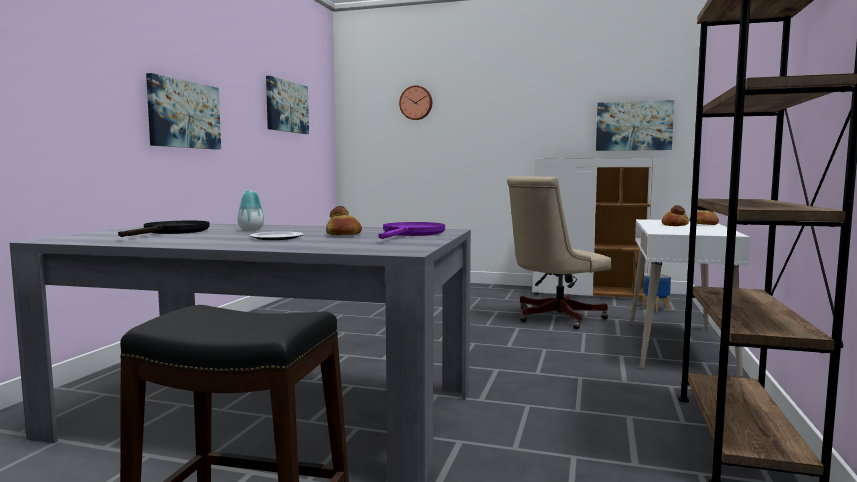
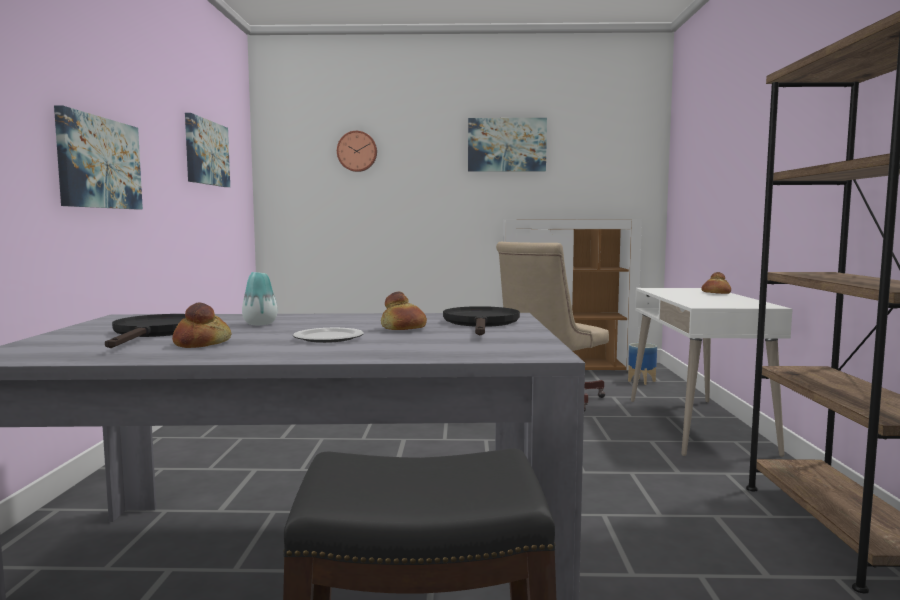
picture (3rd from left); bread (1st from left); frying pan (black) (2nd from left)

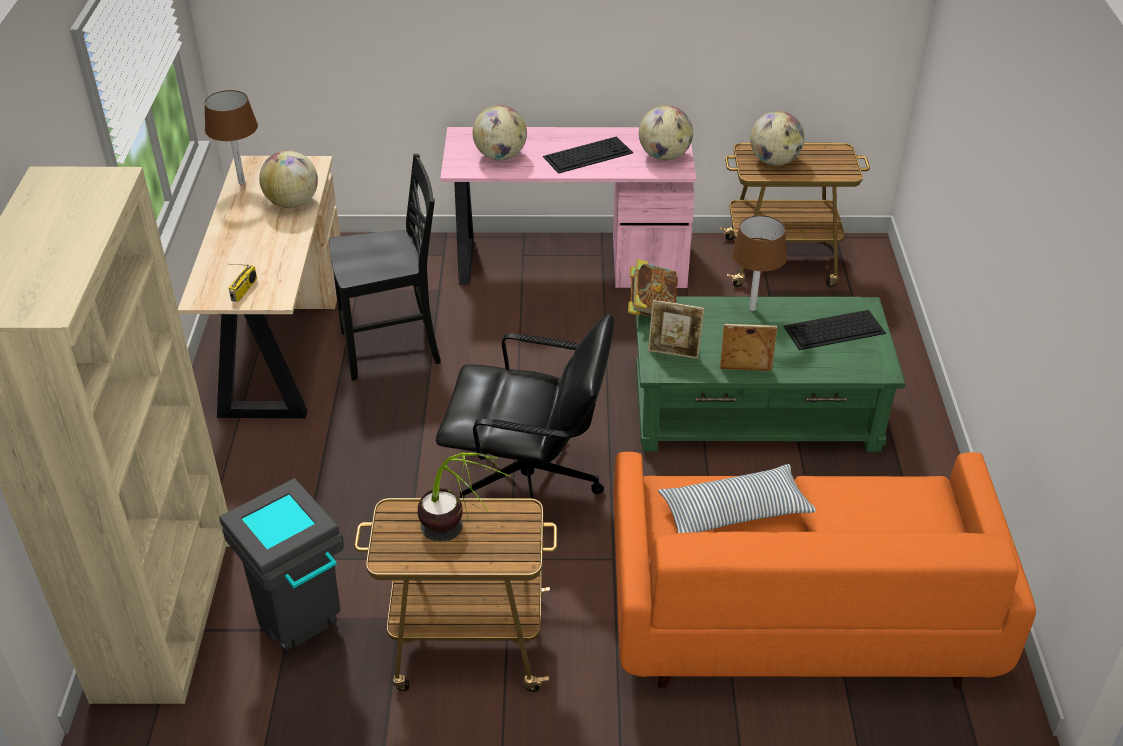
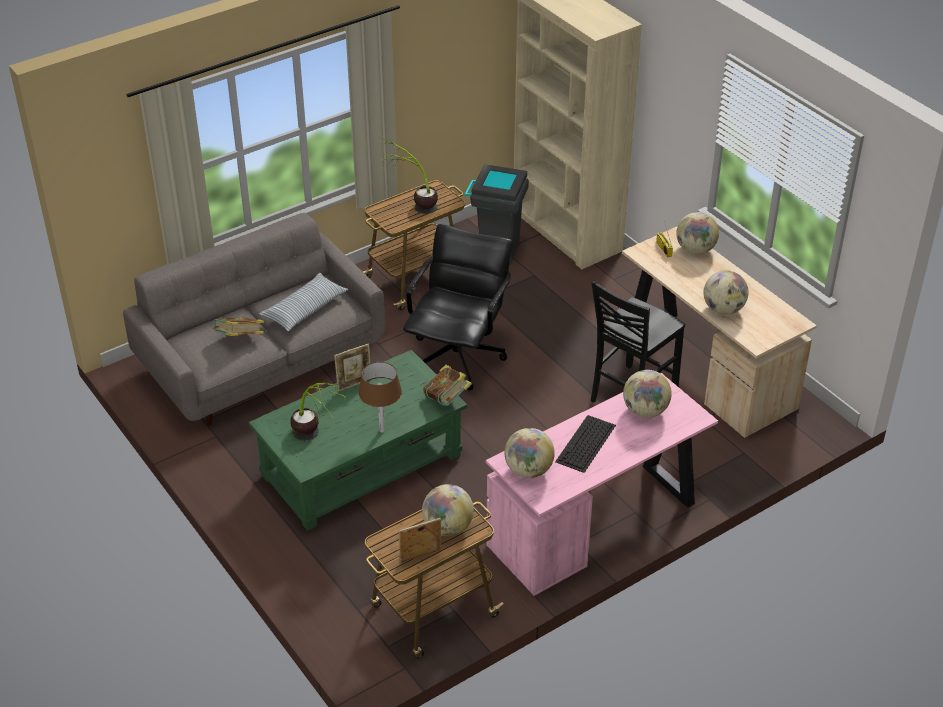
table lamp (brown) (1st from left in the first image); picture frame (2nd from left); potted plant (1st from left); office chair (black); sofa (grey); globe (4th from left); book (1st from left)

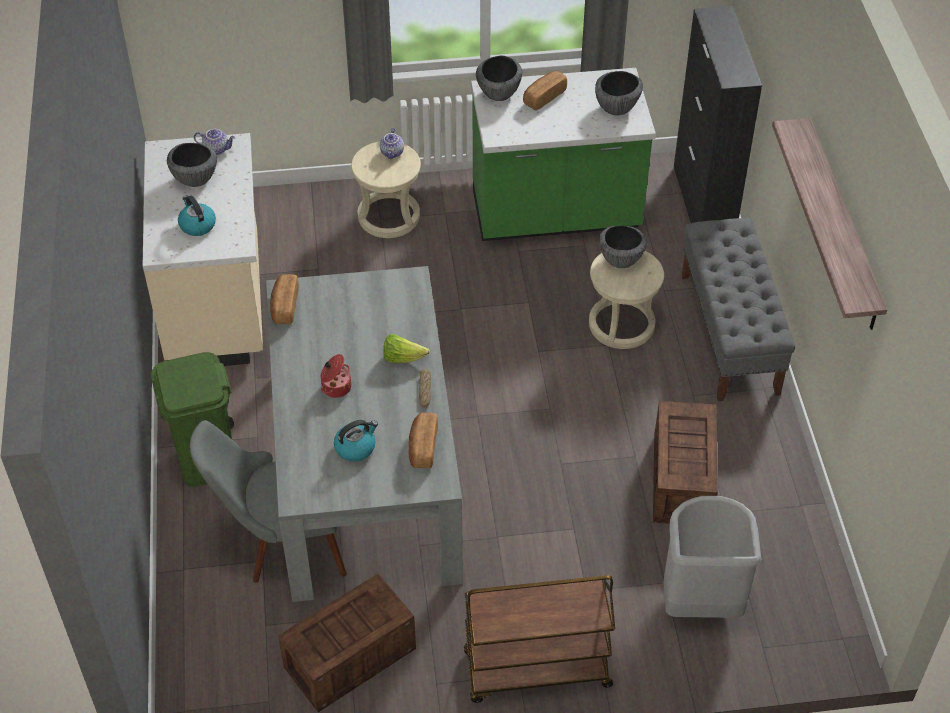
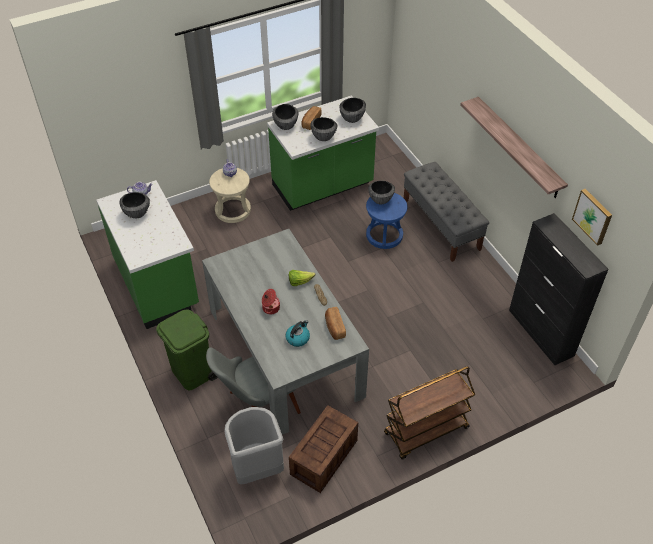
cabinet (black); counter (green) (1st from left); kettle (1st from left in the first image); stool (blue); bread (1st from left in the first image); crate (2nd from left in the first image); trash can (grey); bowl (3rd from left); picture

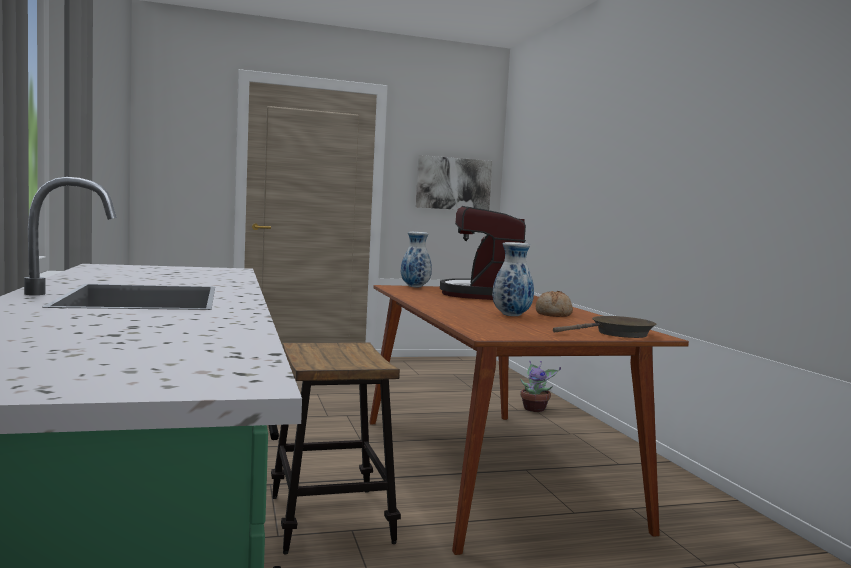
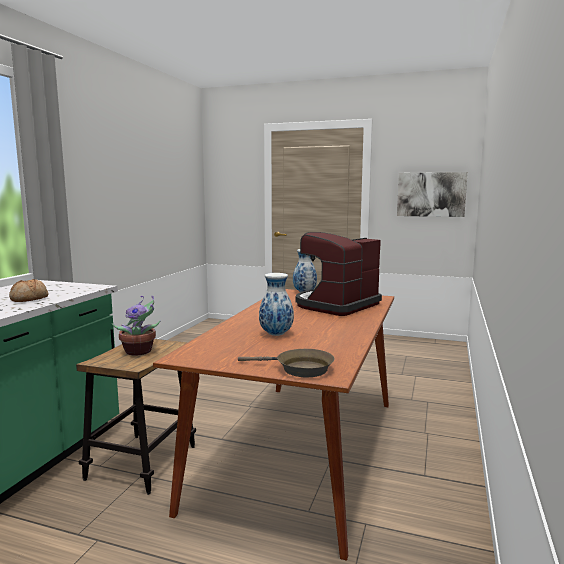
bread; potted plant

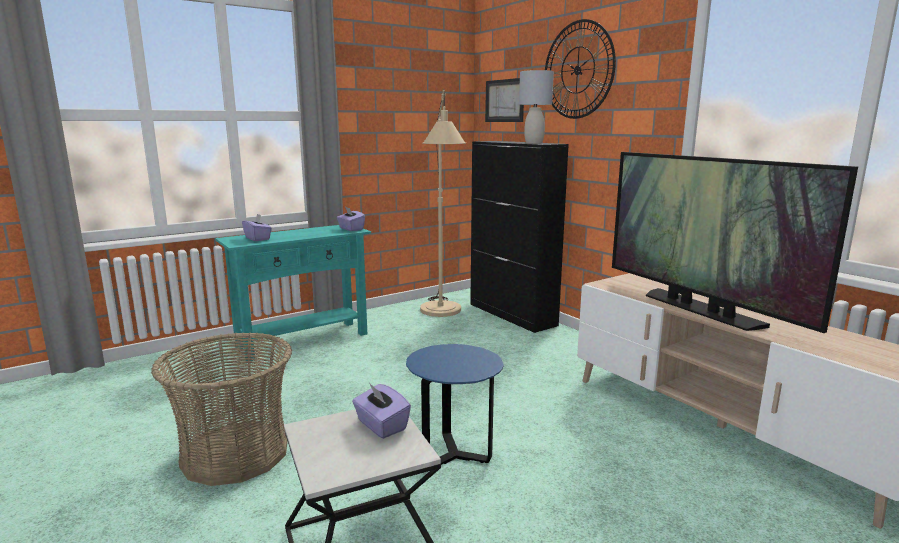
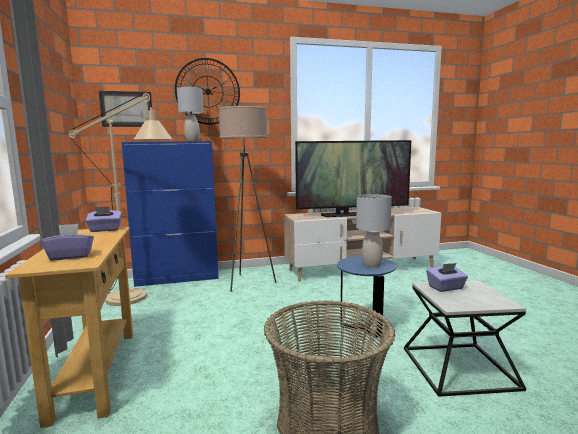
cabinet (blue); console table (beige); floor lamp (beige) (2nd from left); table lamp (grey) (2nd from left)

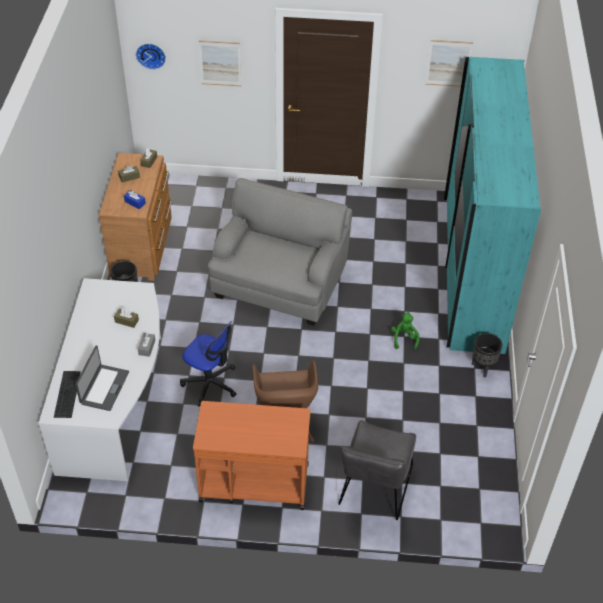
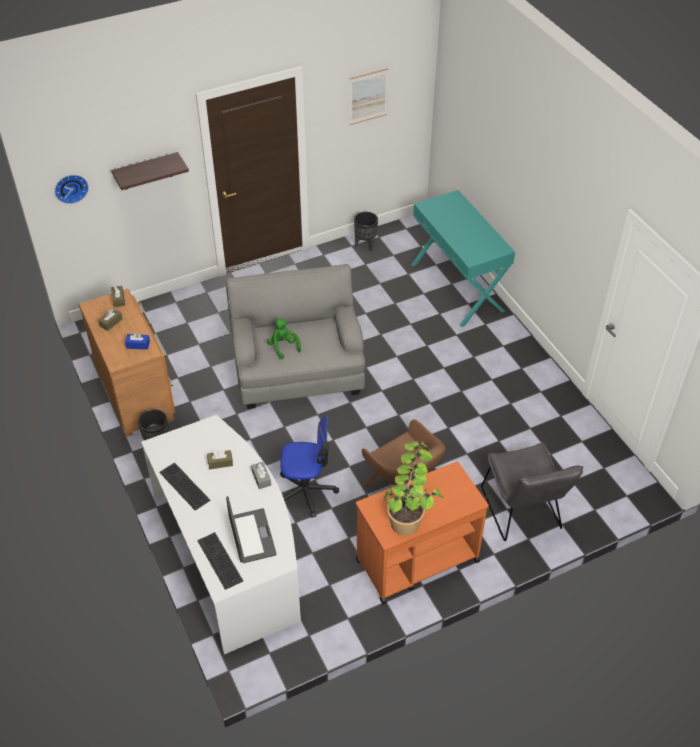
shelf; console table (turquoise); plush toy (green); planter (black) (2nd from left); potted plant; keyboard (1st from left)

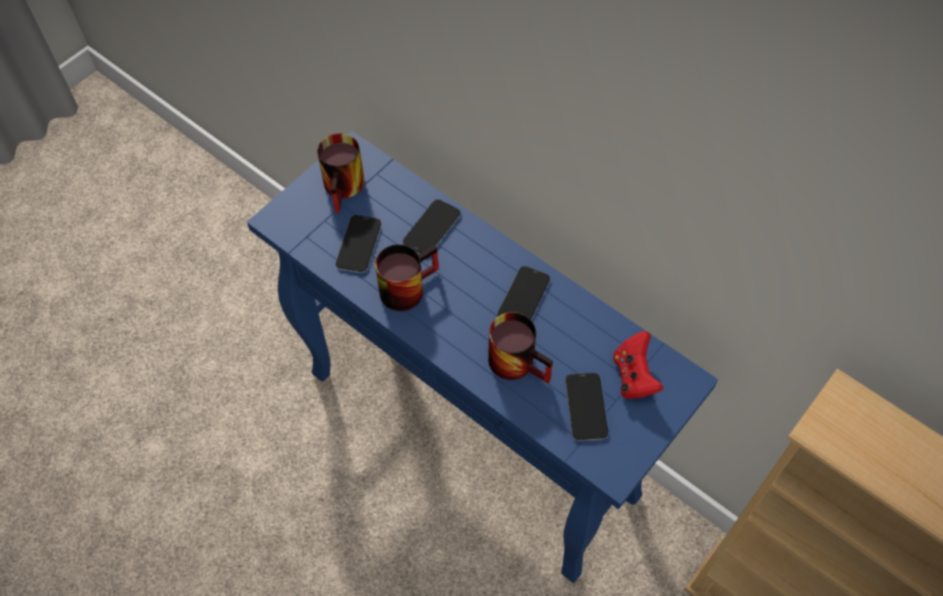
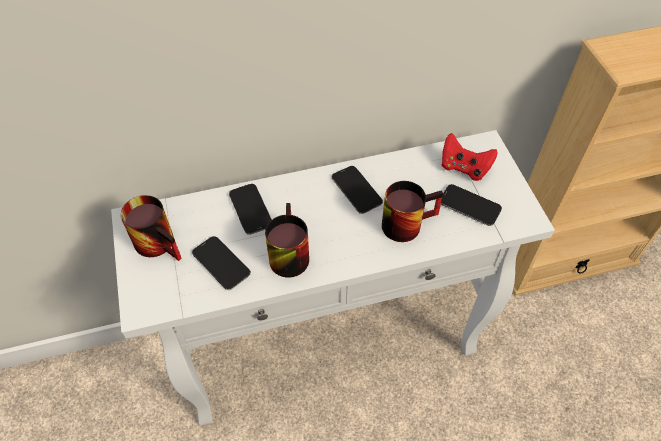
console table (white)

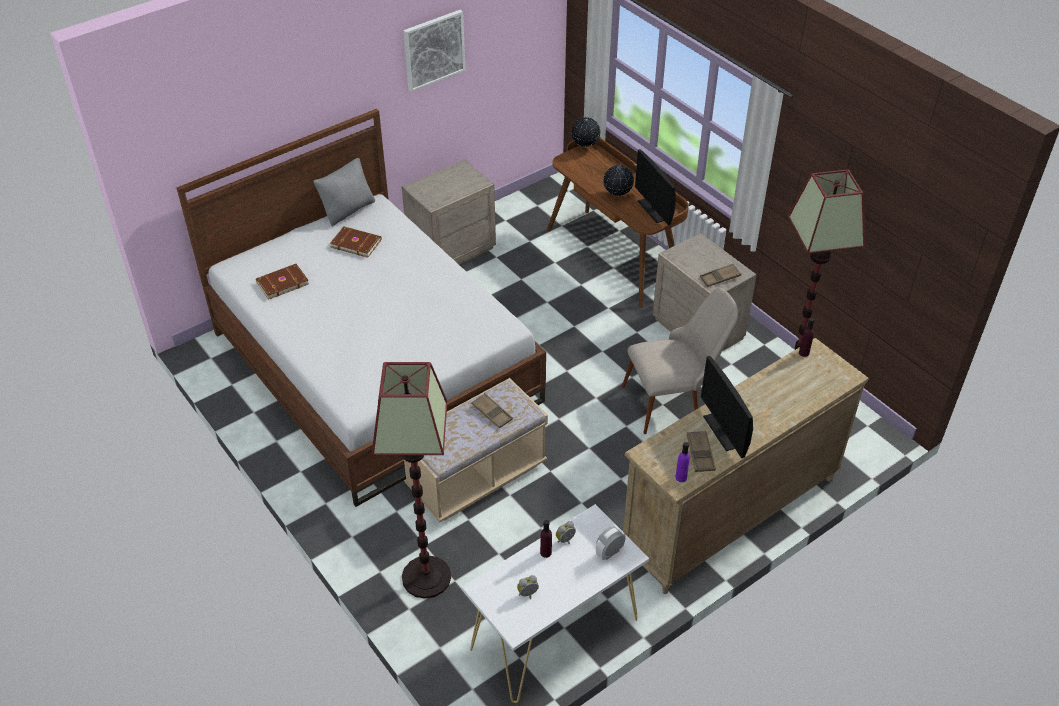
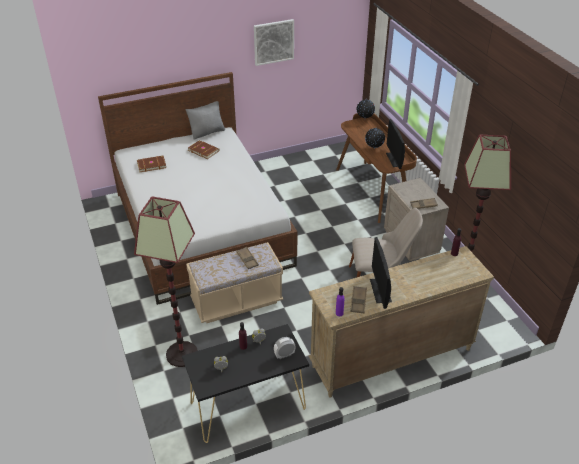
nightstand (beige) (1st from left in the first image); console table (black)

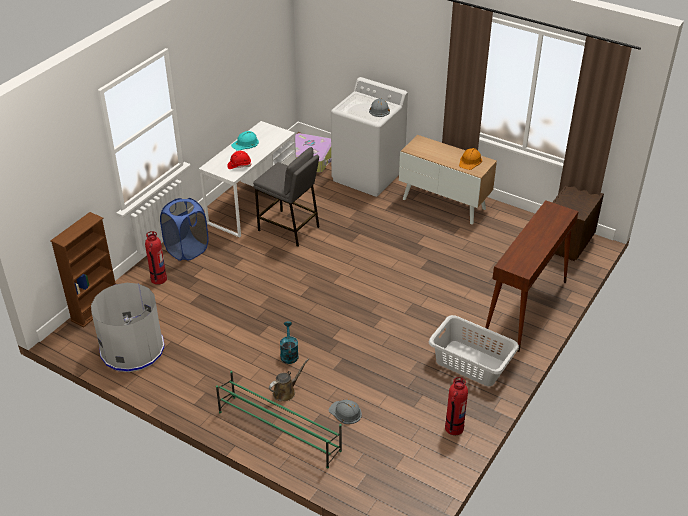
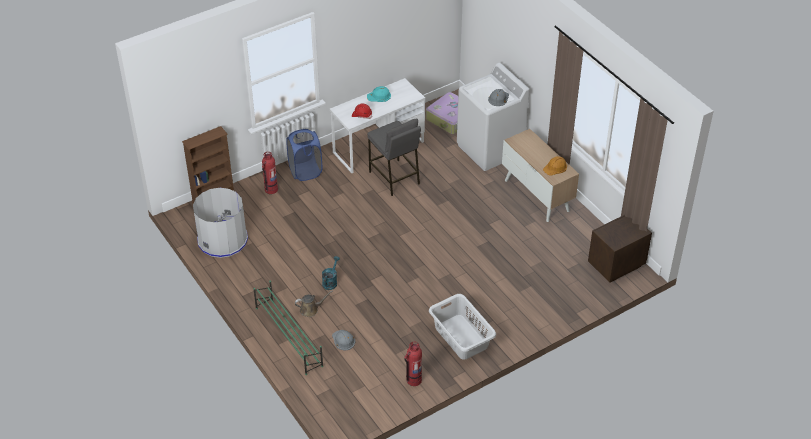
console table (brown)

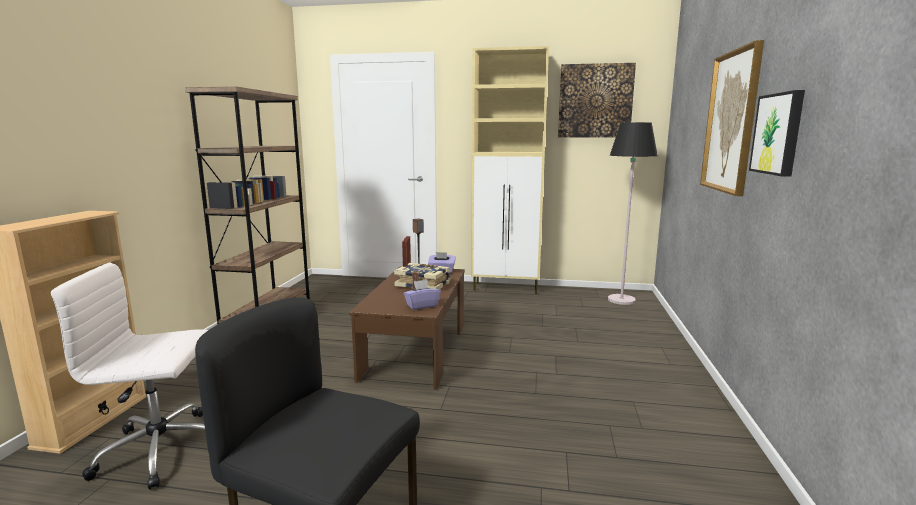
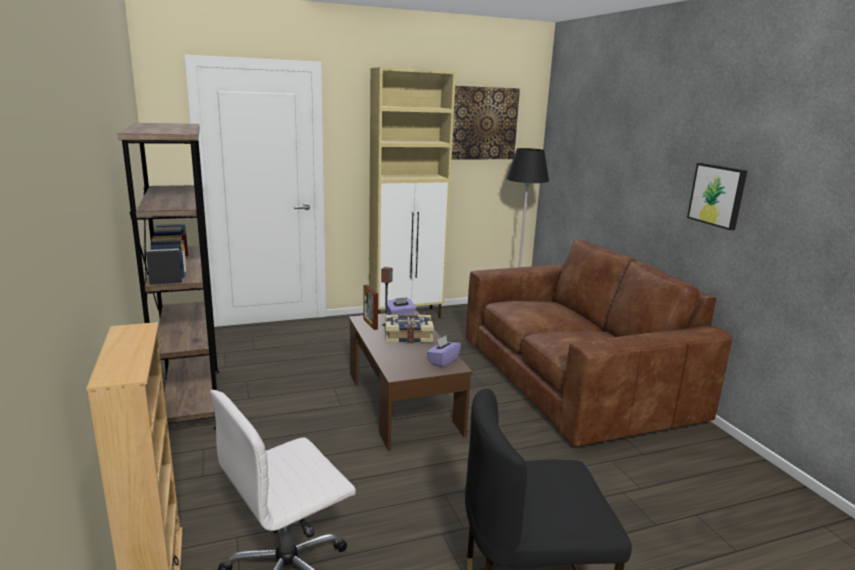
picture (2nd from left in the first image); sofa (brown)

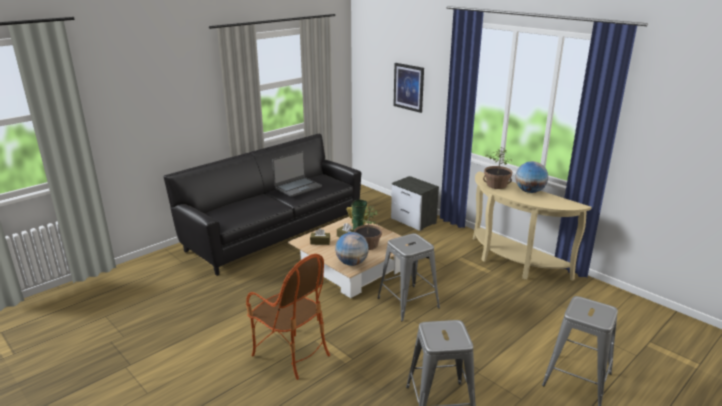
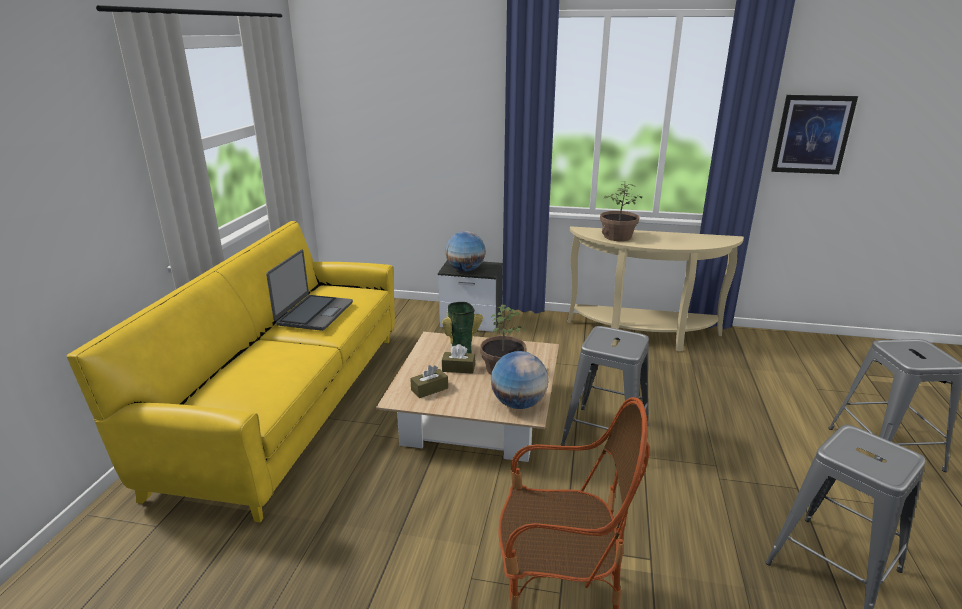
picture; sofa (yellow); globe (1st from left)

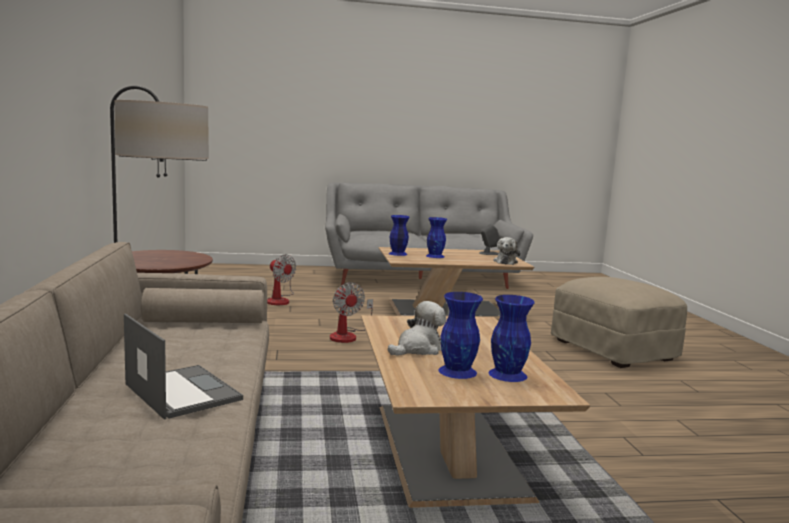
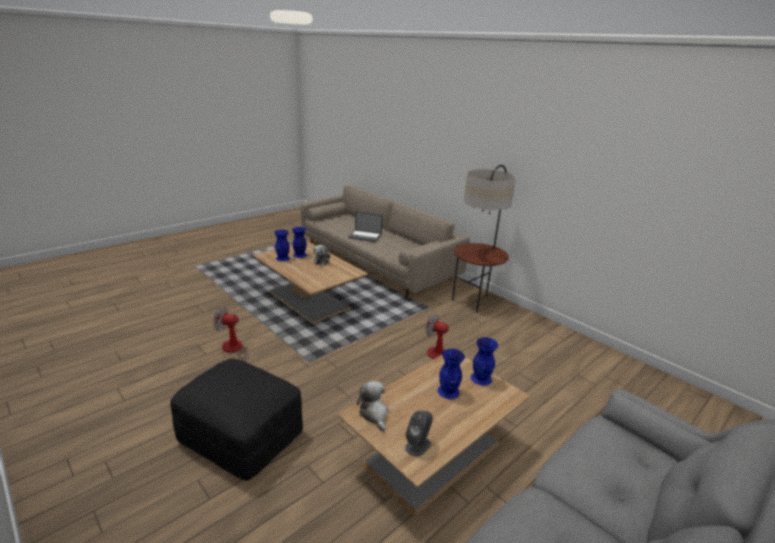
fan (1st from left); ottoman (black)

